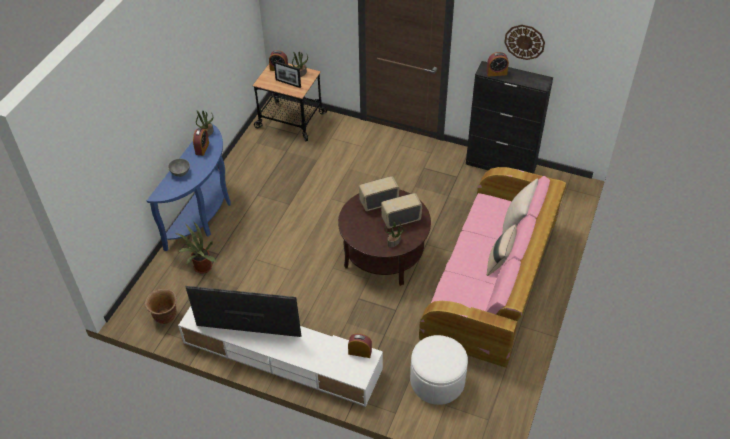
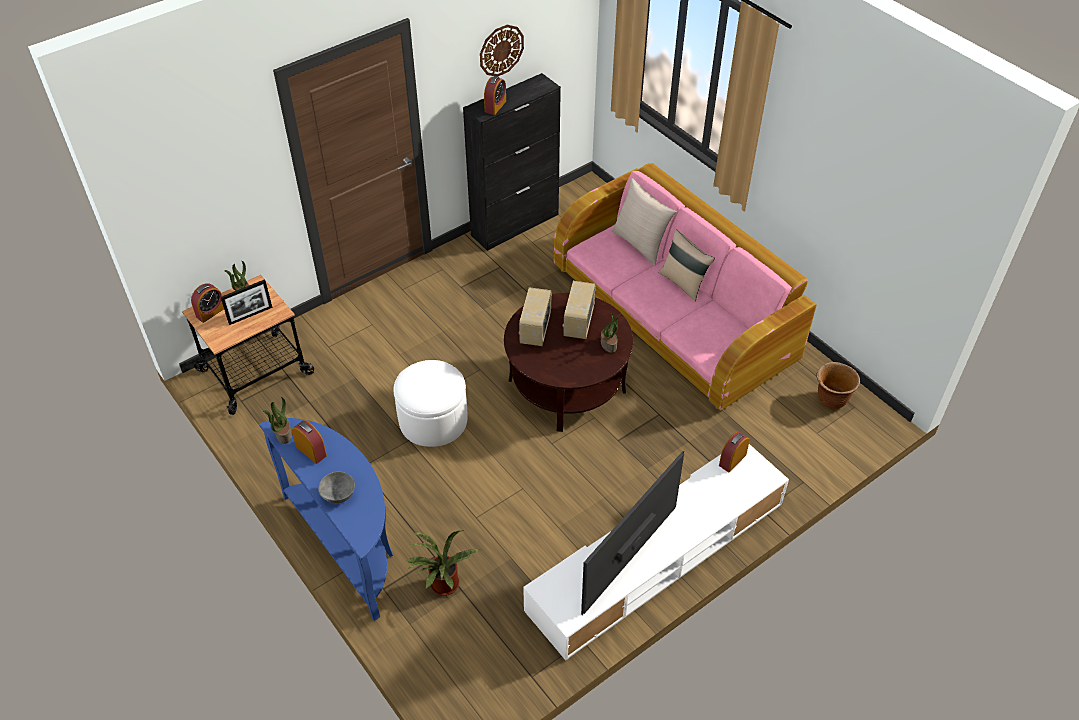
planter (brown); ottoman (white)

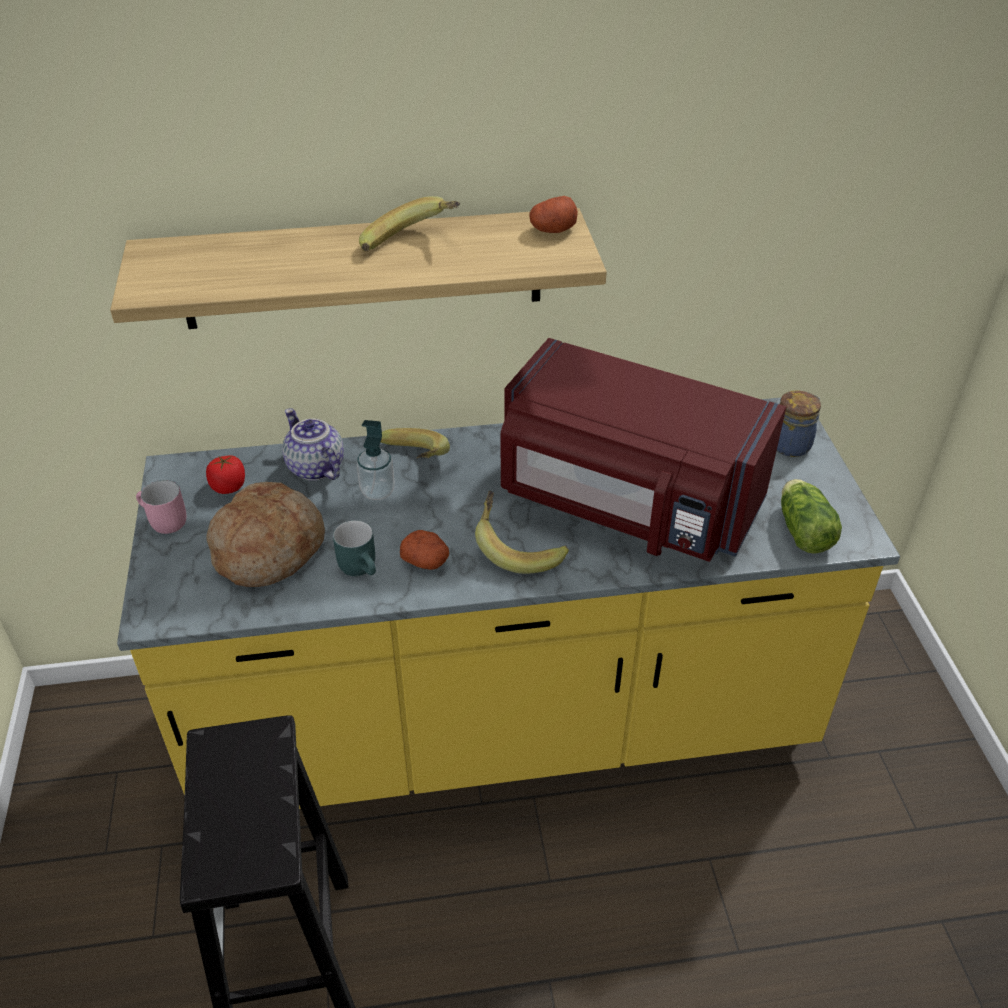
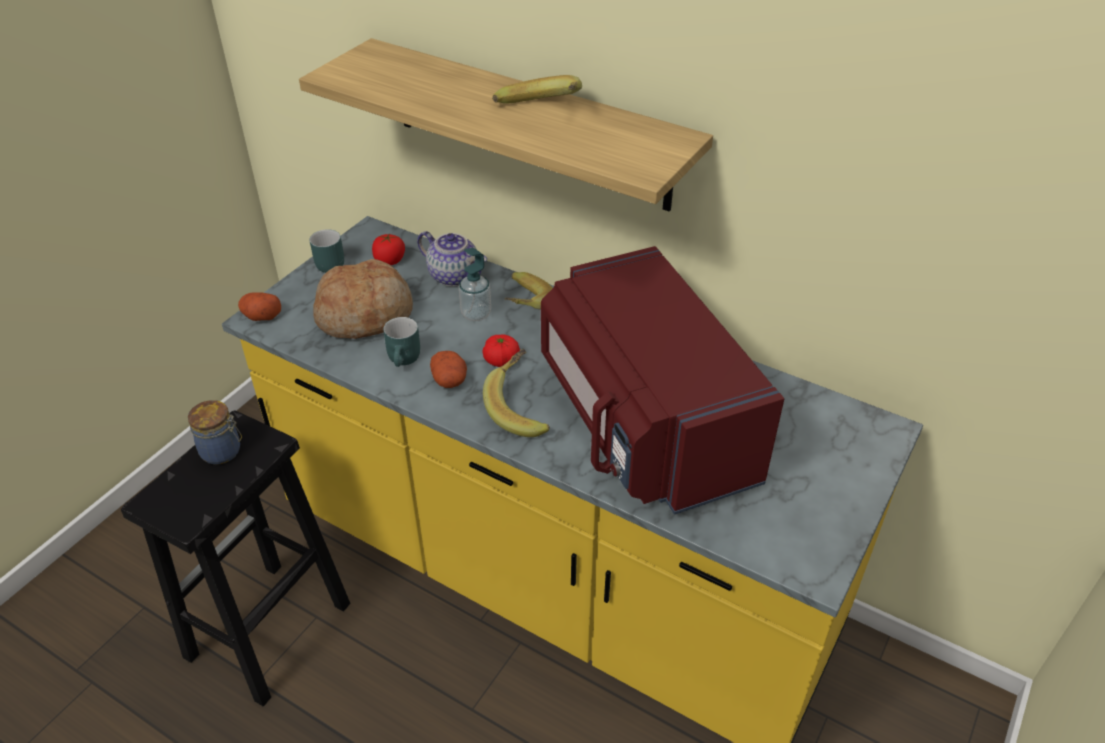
potato (1st from left); jar; teapot; lettuce; mug (turquoise) (1st from left); tomato (2nd from left)

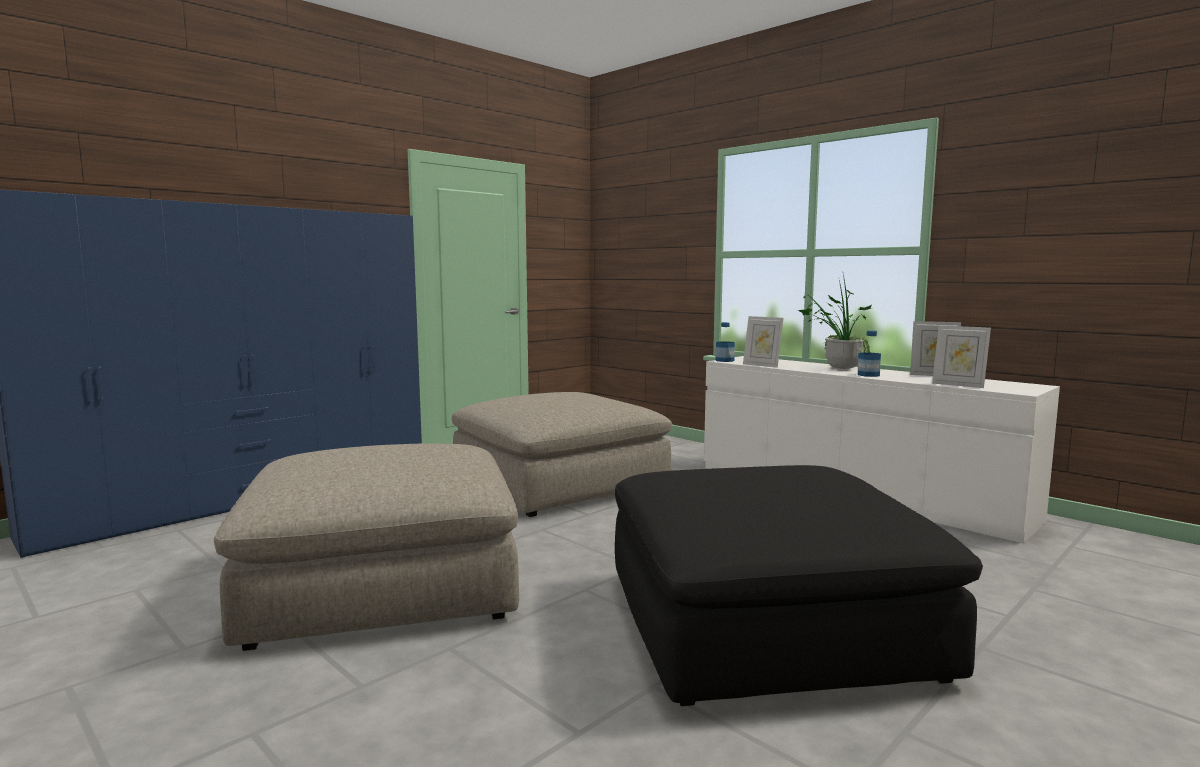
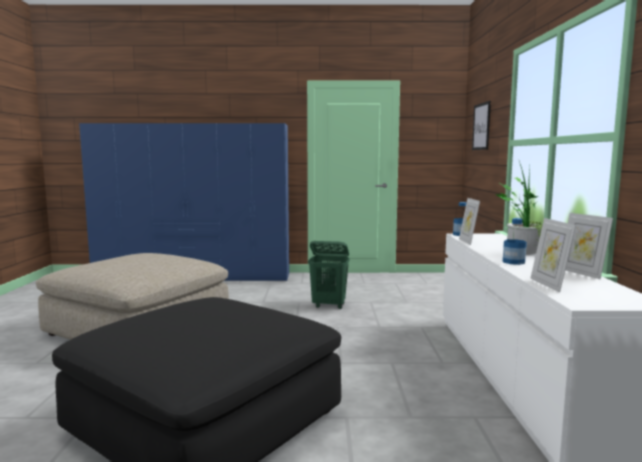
laundry basket (green); picture

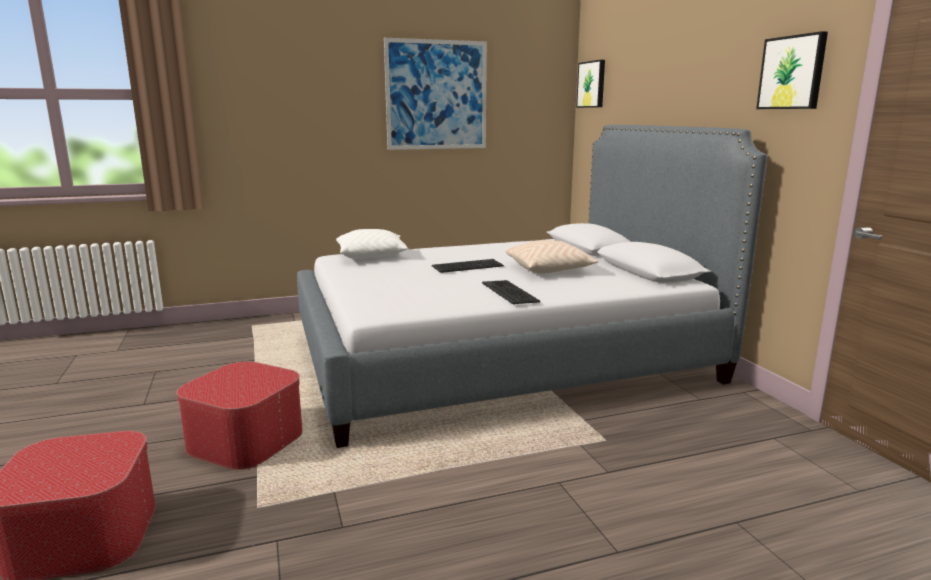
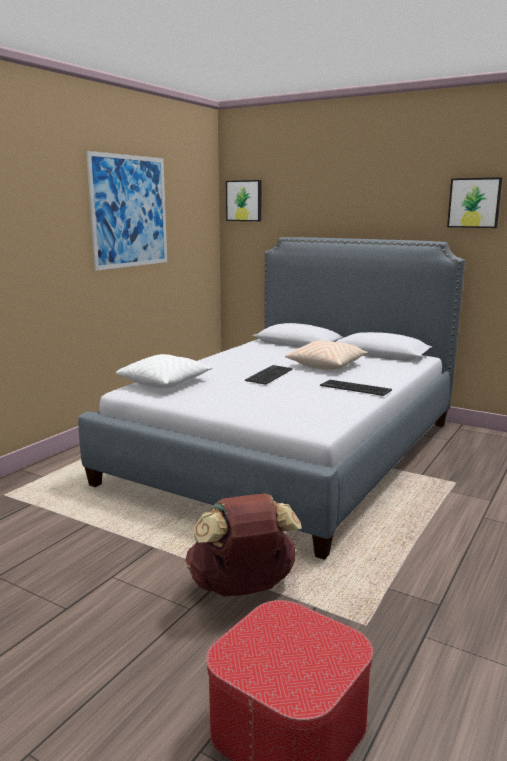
backpack (brown)

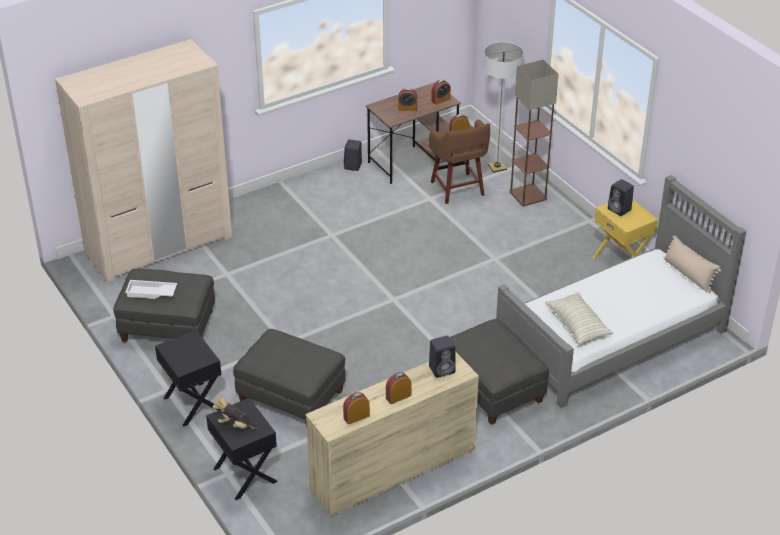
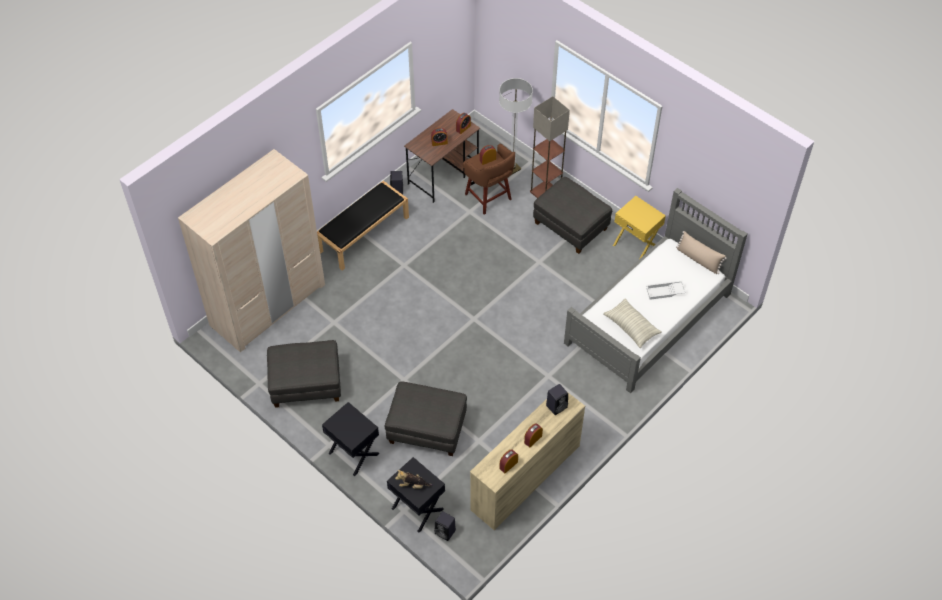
speaker (black) (2nd from left); tray (white); ottoman (grey) (3rd from left); bench (black)

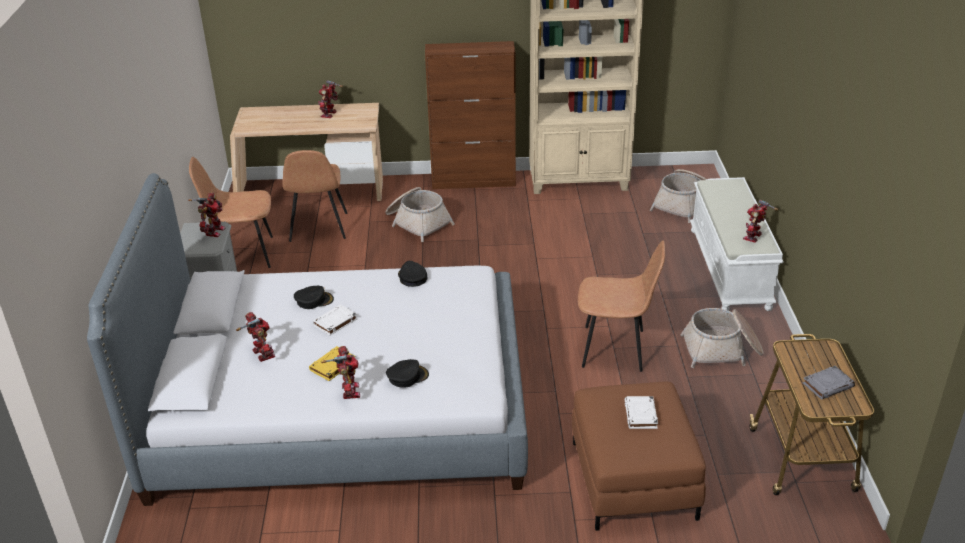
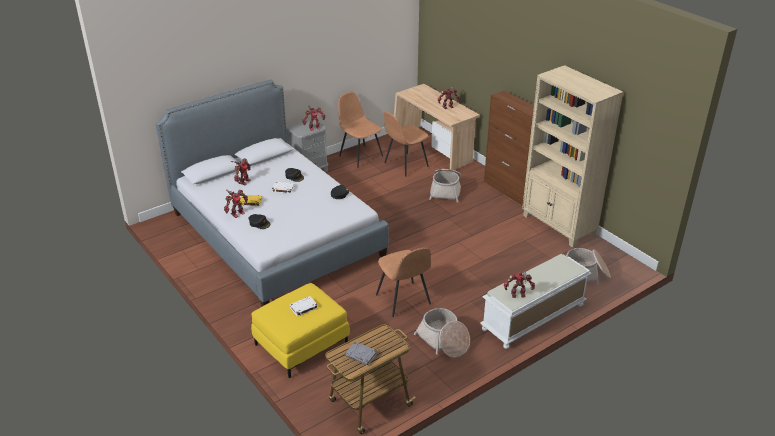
ottoman (yellow)

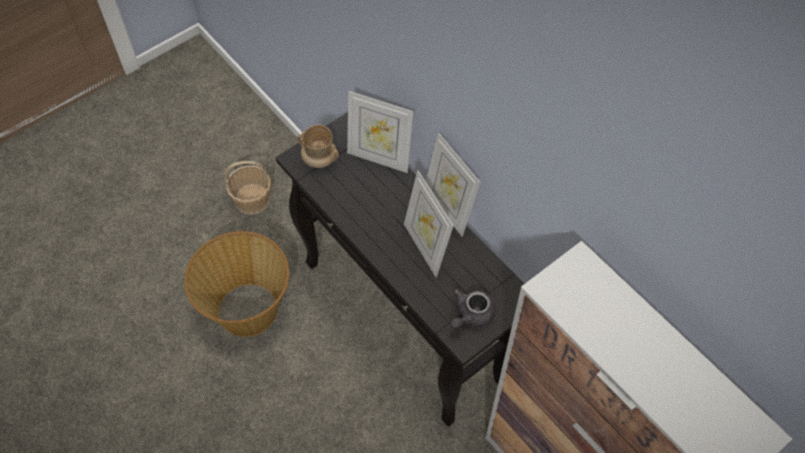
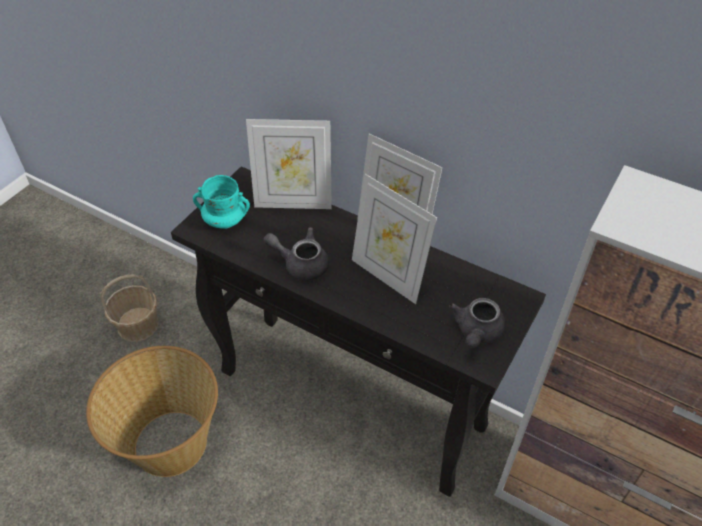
mug (turquoise); teapot (grey) (1st from left)

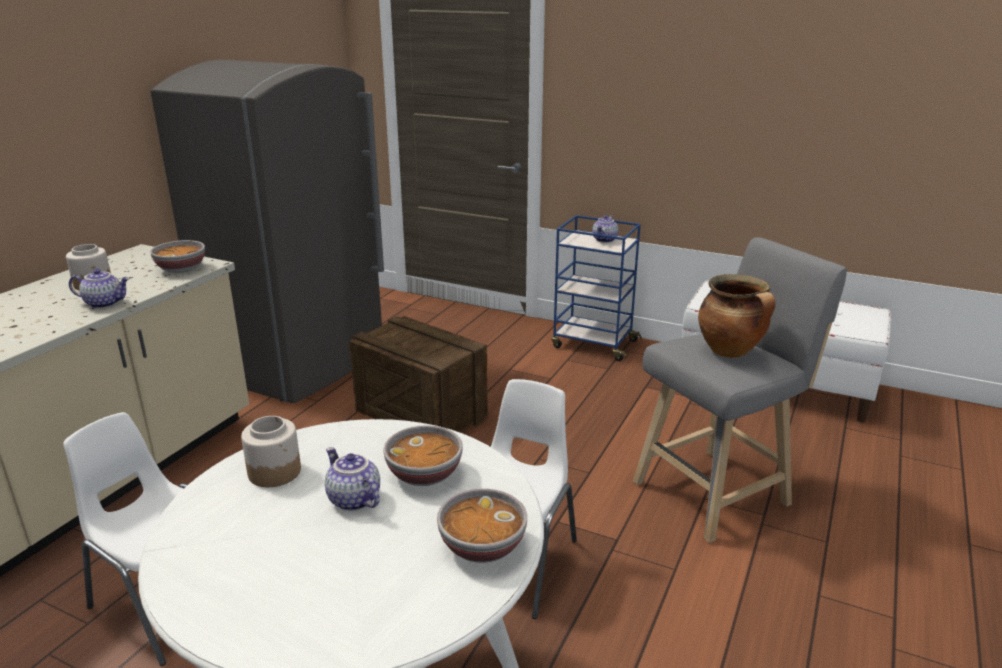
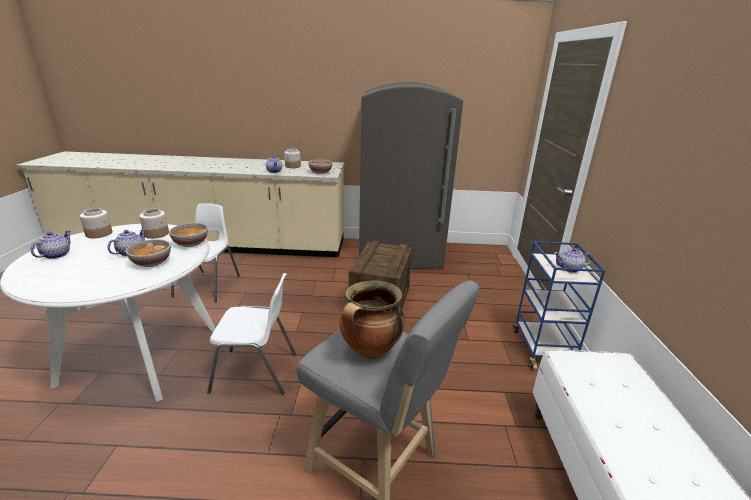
bowl (2nd from left); jar (1st from left); teapot (1st from left)

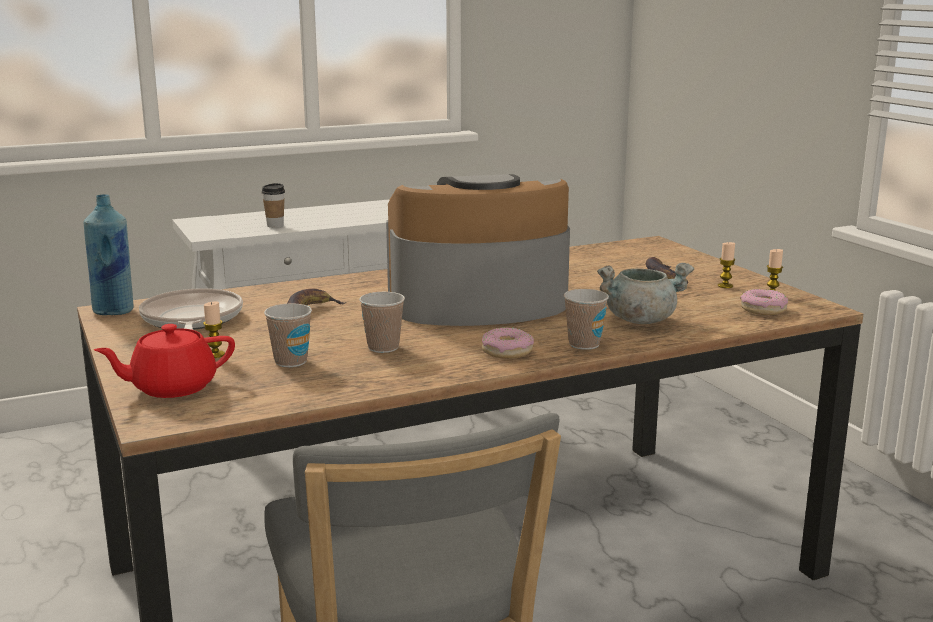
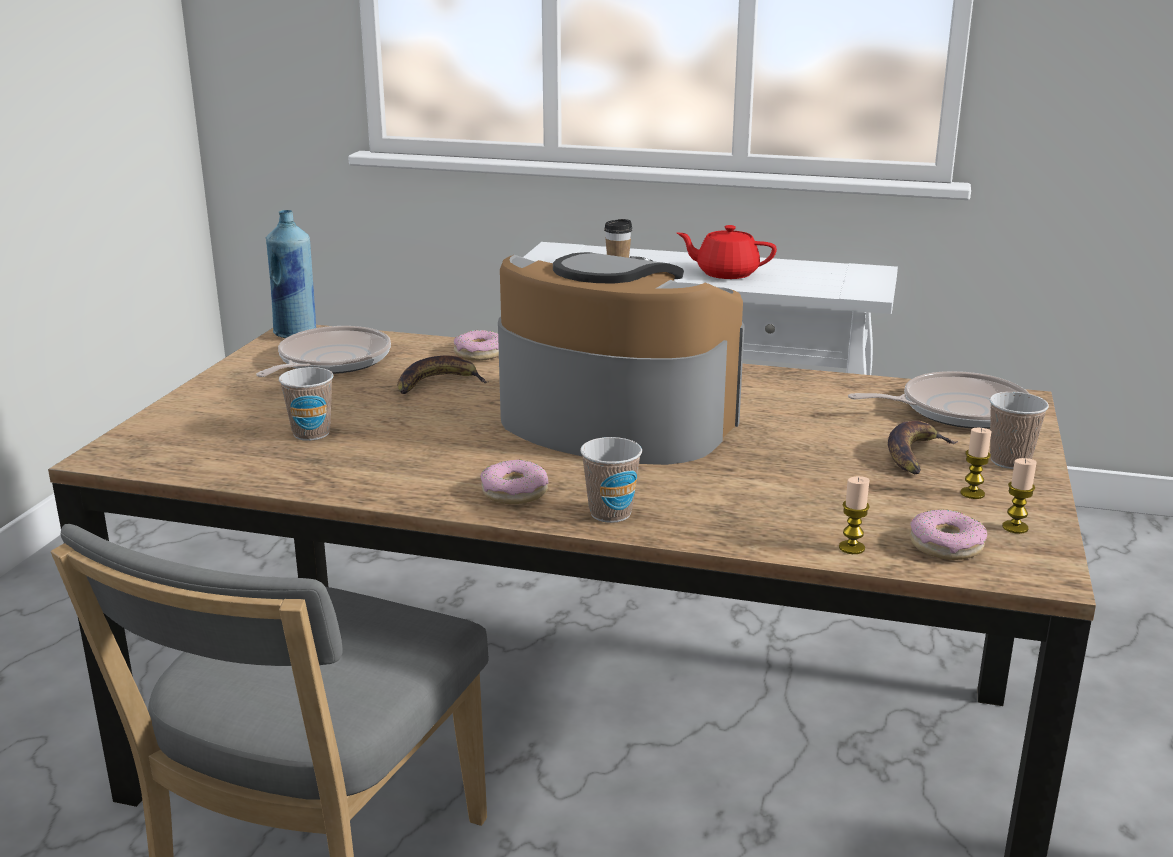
cooking pot (grey); cup (4th from left); candle (1st from left); teapot (red); donut (1st from left); frying pan (2nd from left)

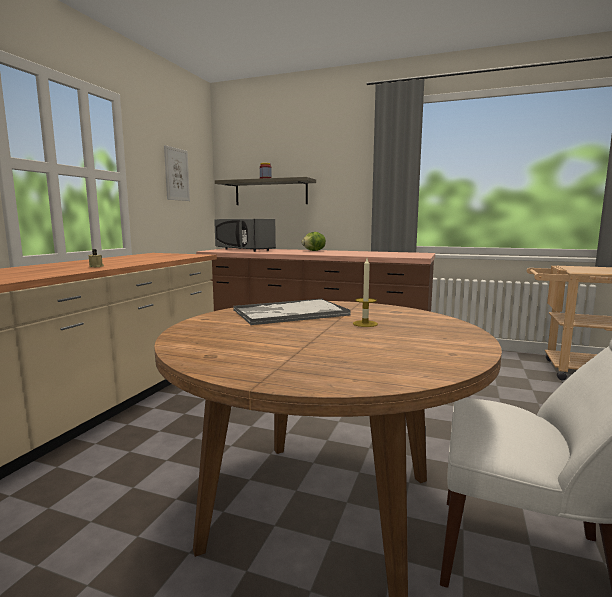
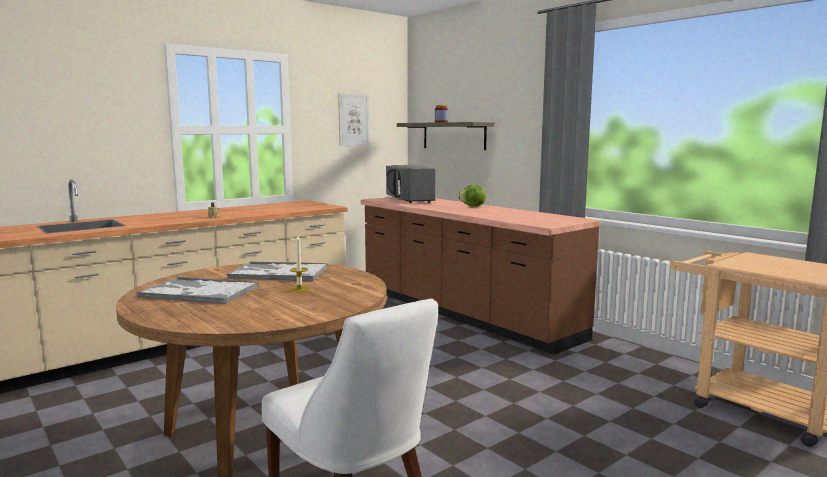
tray (1st from left)

